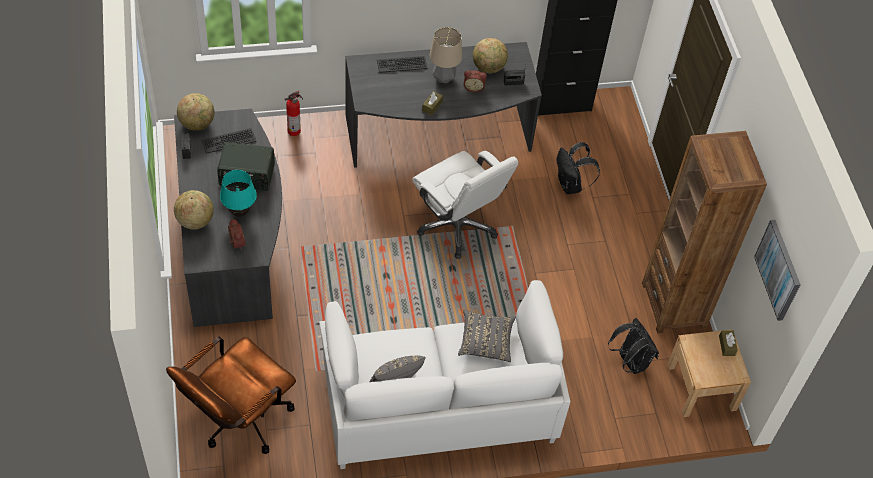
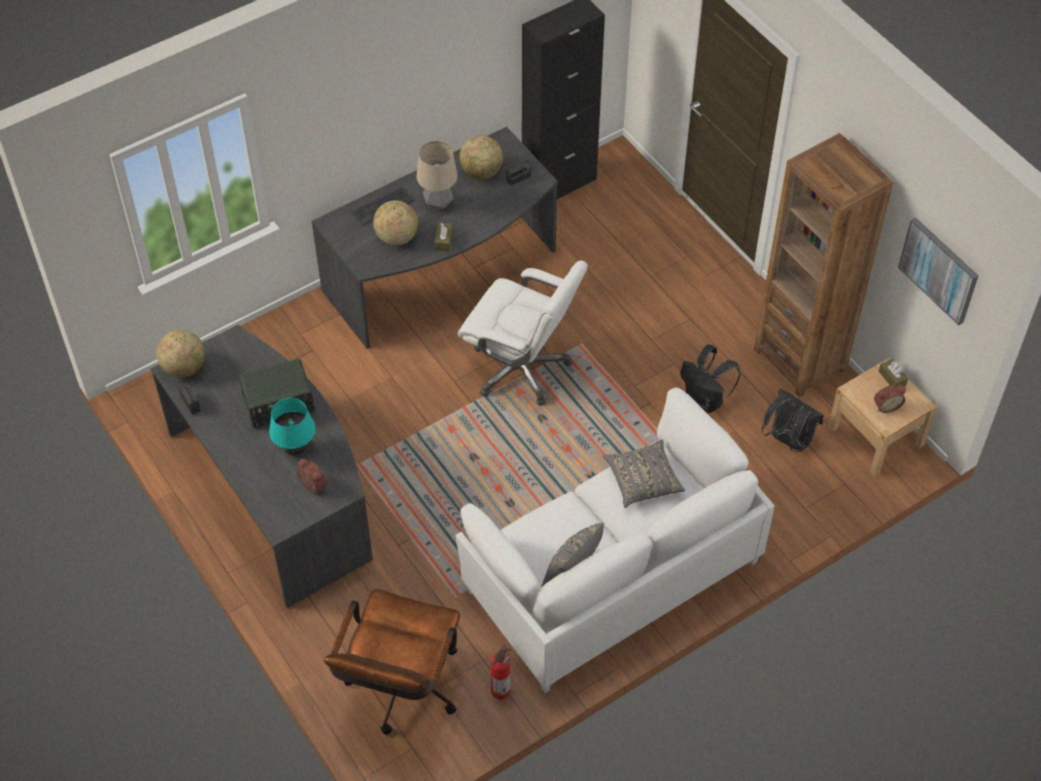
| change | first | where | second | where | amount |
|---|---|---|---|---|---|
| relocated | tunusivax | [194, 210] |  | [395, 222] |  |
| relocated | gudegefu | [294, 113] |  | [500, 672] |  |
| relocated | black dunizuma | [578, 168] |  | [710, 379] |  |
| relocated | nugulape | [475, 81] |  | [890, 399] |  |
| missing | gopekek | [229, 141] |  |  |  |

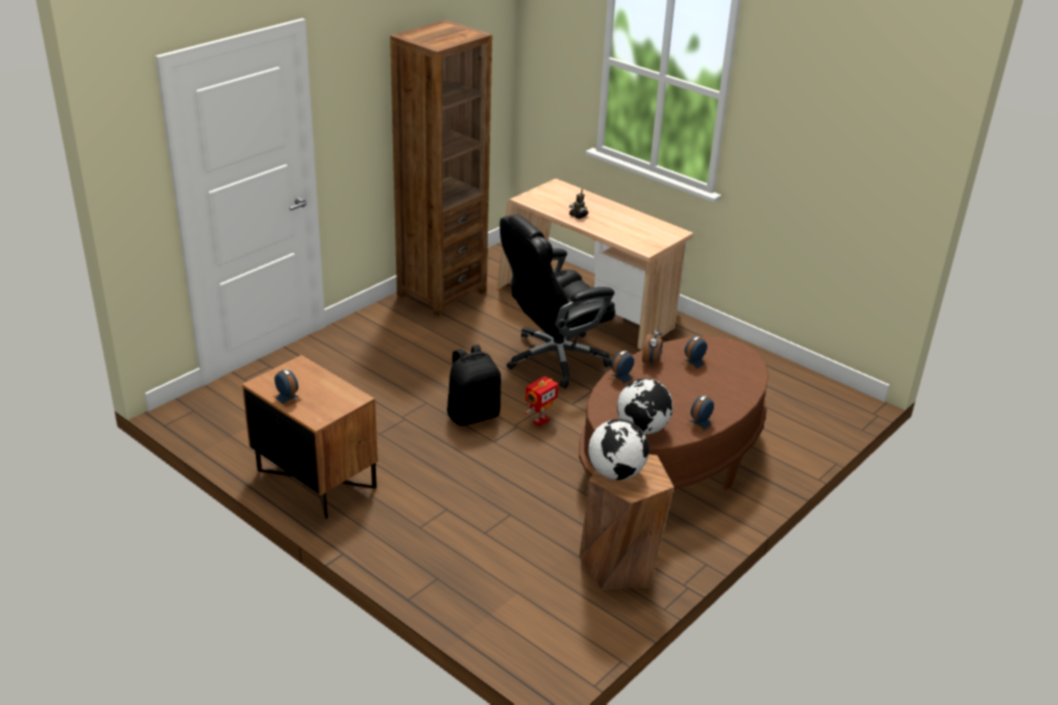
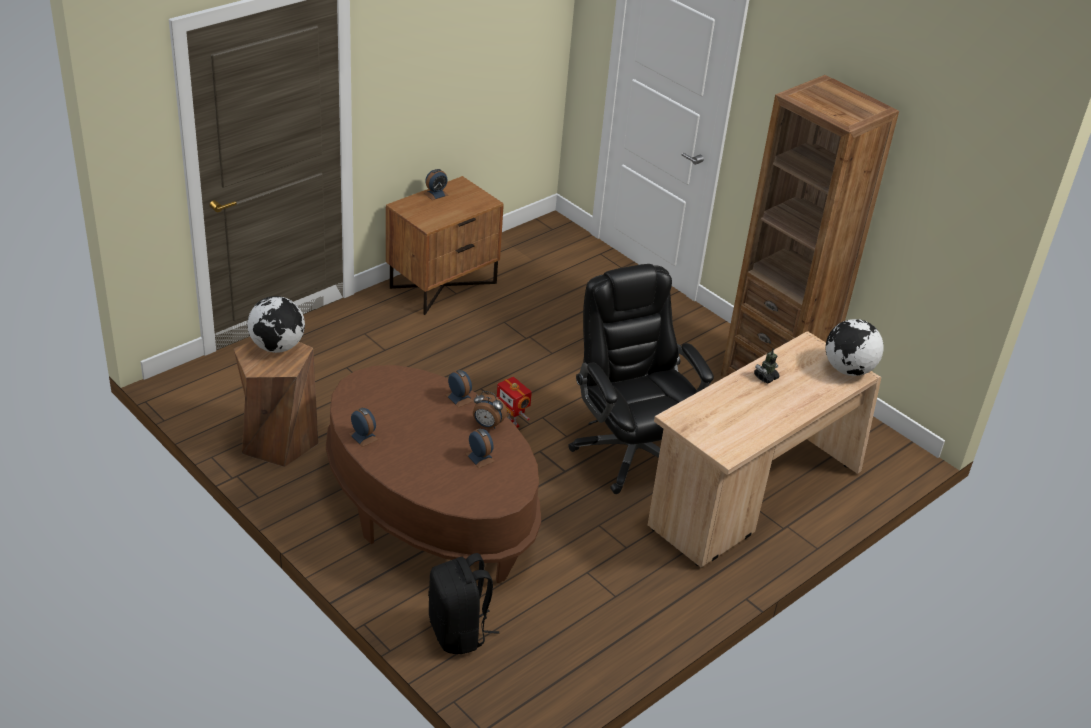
| change | first | where | second | where | amount |
|---|---|---|---|---|---|
| relocated | black dunizuma | [474, 385] |  | [463, 603] |  |
| relocated | tunusivax | [645, 406] |  | [854, 347] |  |

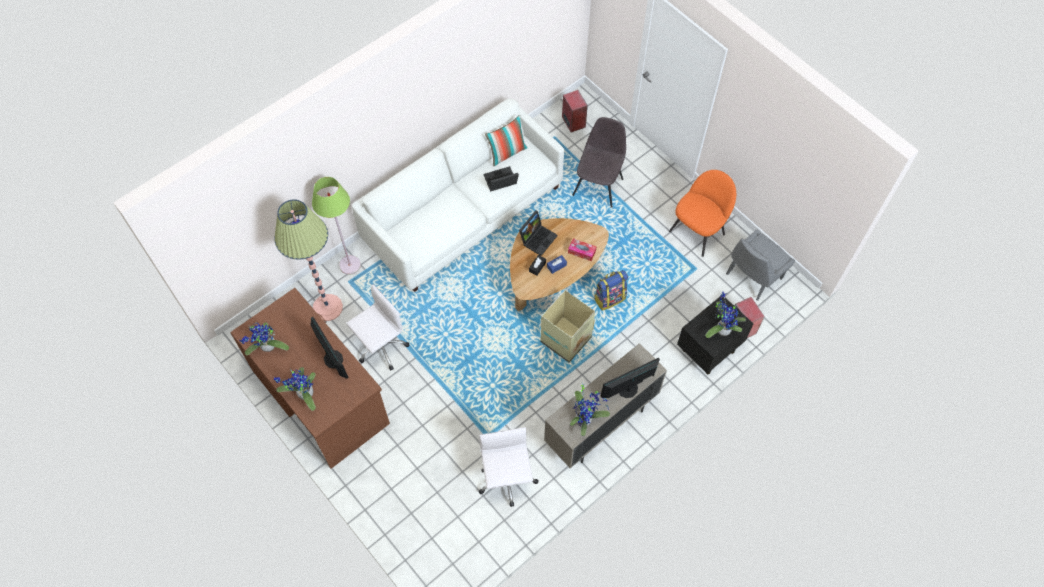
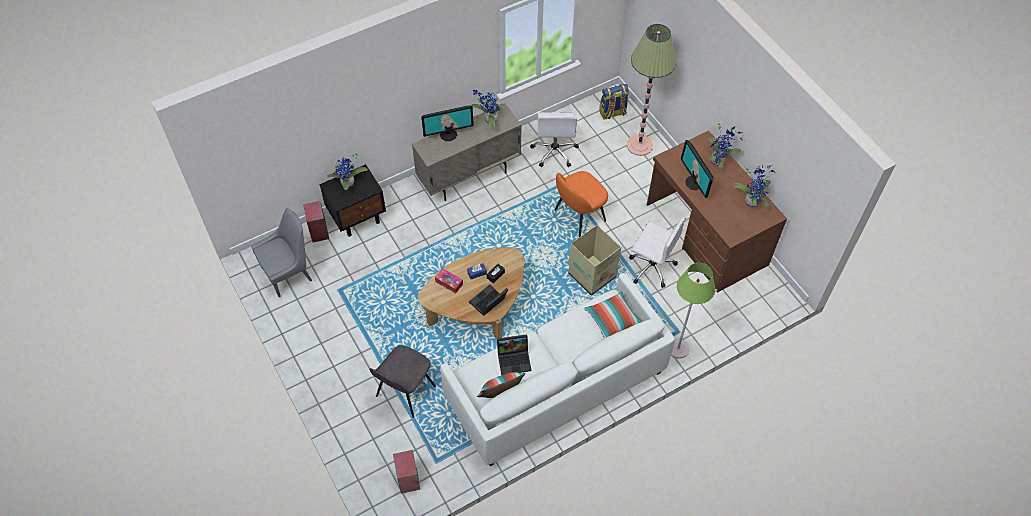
| change | first | where | second | where | amount |
|---|---|---|---|---|---|
| relocated | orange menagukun | [702, 213] |  | [581, 204] |  |
| relocated | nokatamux | [567, 326] |  | [594, 260] |  |
| appeared |  |  | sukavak | [613, 314] |  |
| relocated | dunizuma | [611, 290] |  | [614, 102] |  |
| relocated | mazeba | [308, 260] |  | [652, 90] |  |
| spun | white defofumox | [377, 327] |  | [657, 252] | 120 degrees counterclockwise |

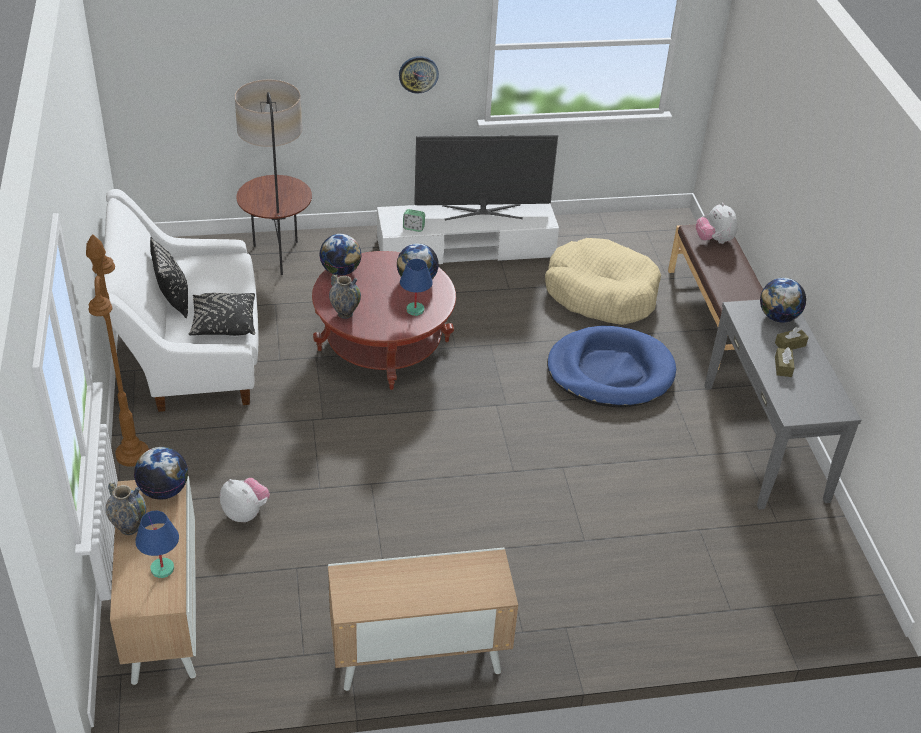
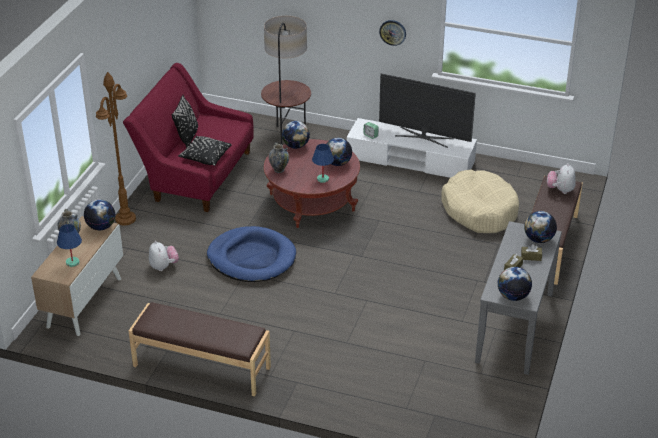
| change | first | where | second | where | amount |
|---|---|---|---|---|---|
| colour | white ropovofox | [181, 300] | red ropovofox | [188, 137] |  |
| exchanged | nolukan | [423, 619] | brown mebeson | [200, 349] |  |
| relocated | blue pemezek | [611, 366] |  | [251, 254] |  |
| appeared |  |  | tunusivax | [515, 284] |  |

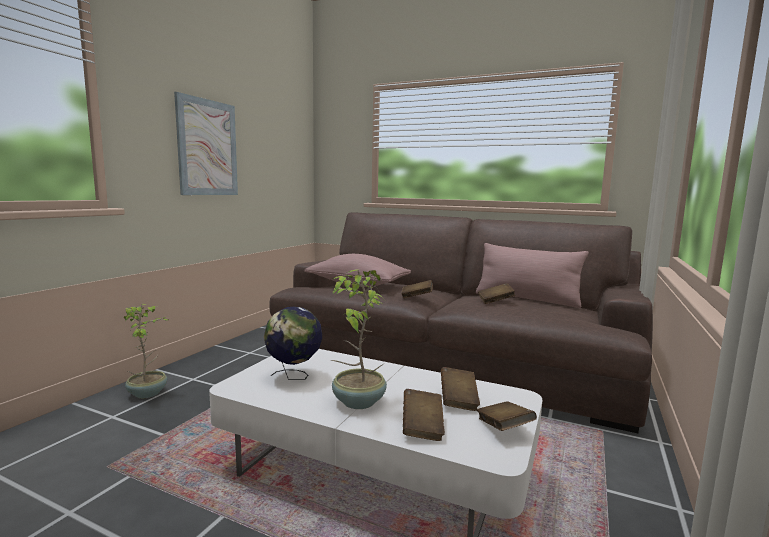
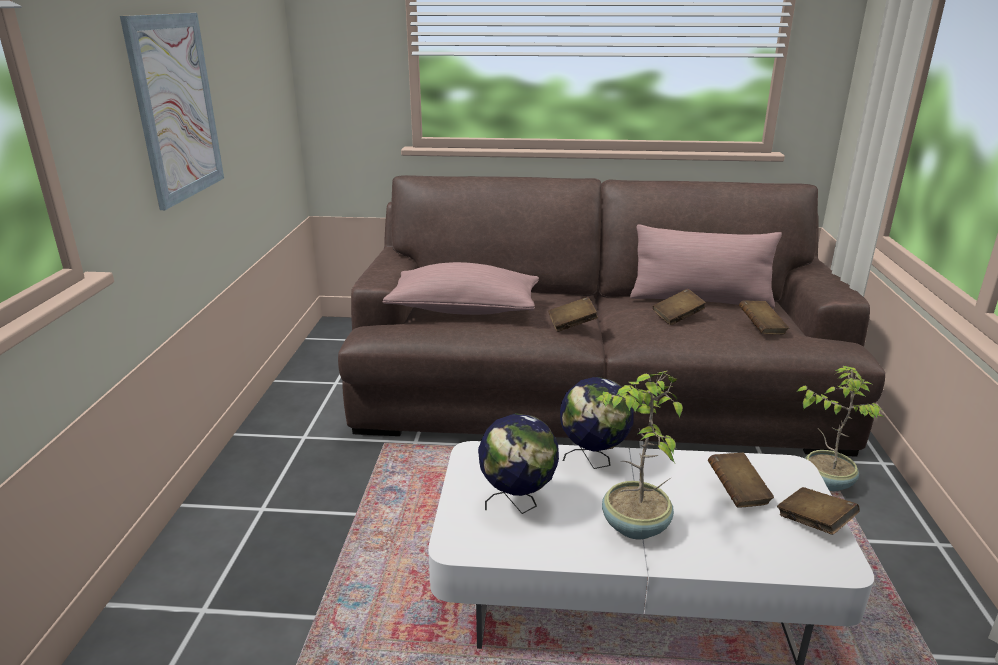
| change | first | where | second | where | amount |
|---|---|---|---|---|---|
| appeared |  |  | tunusivax | [597, 423] |  |
| relocated | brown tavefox | [424, 415] |  | [764, 317] |  |
| relocated | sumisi | [147, 351] |  | [840, 428] |  |

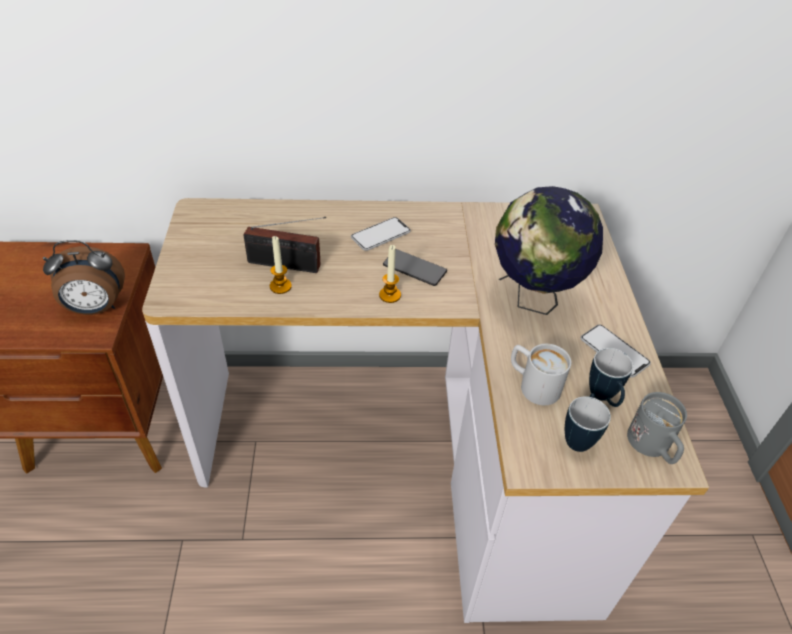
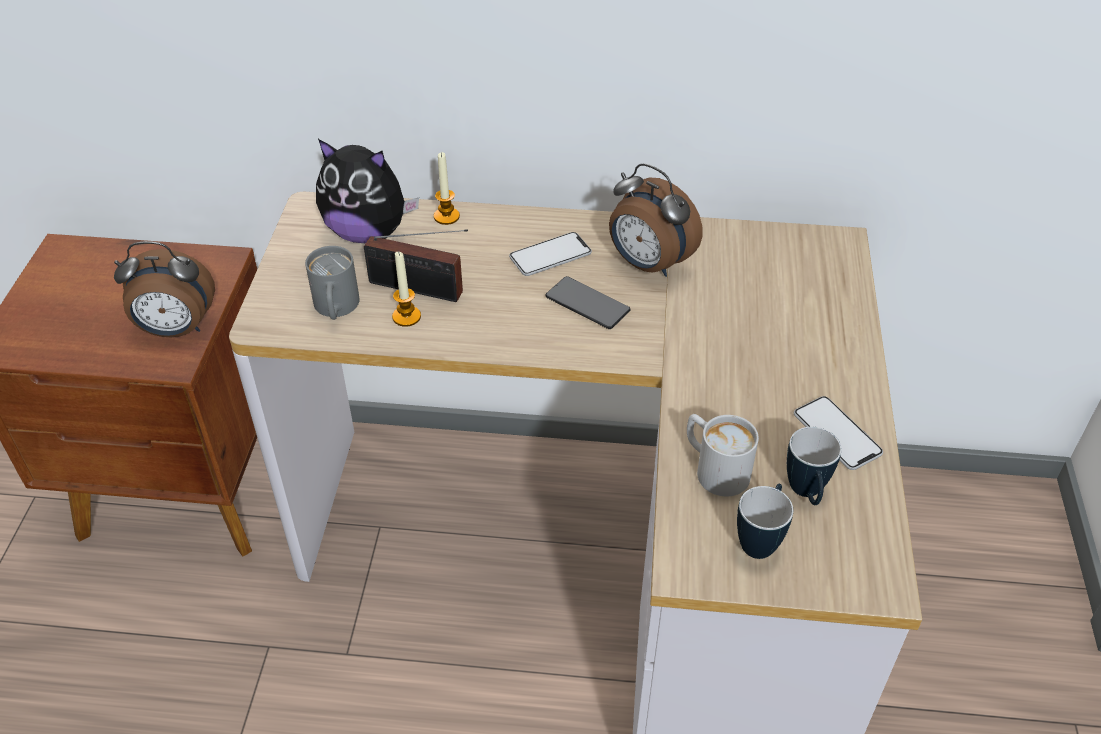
| change | first | where | second | where | amount |
|---|---|---|---|---|---|
| relocated | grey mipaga | [657, 428] |  | [332, 283] |  |
| appeared |  |  | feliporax | [367, 191] |  |
| relocated | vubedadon | [390, 274] |  | [447, 188] |  |
| appeared |  |  | nugulape | [656, 220] |  |
| missing | tunusivax | [549, 250] |  |  |  |

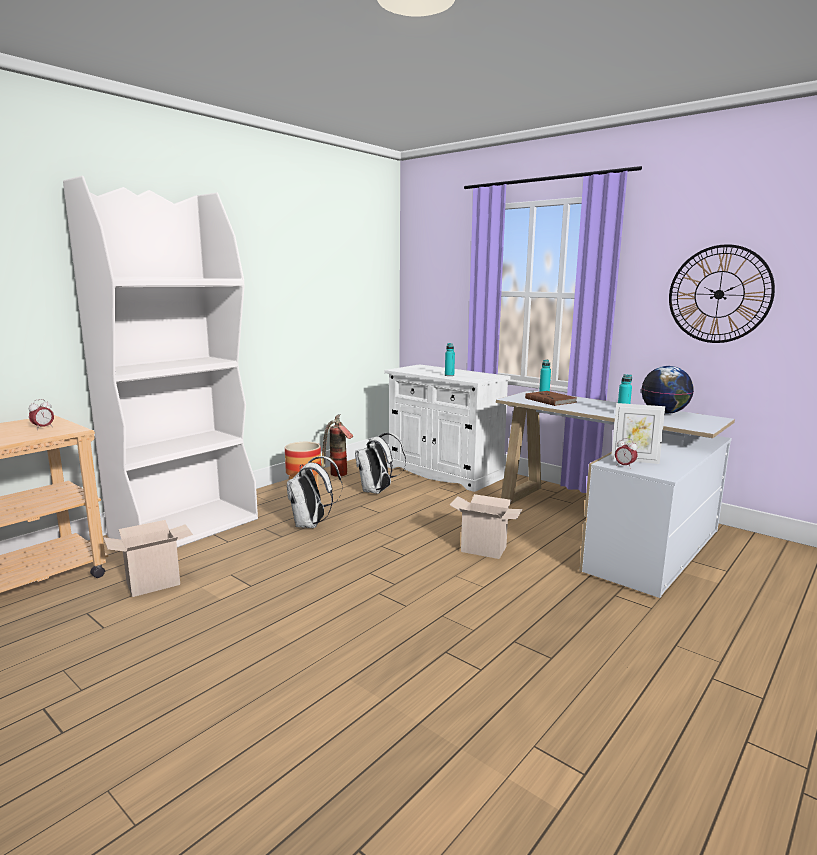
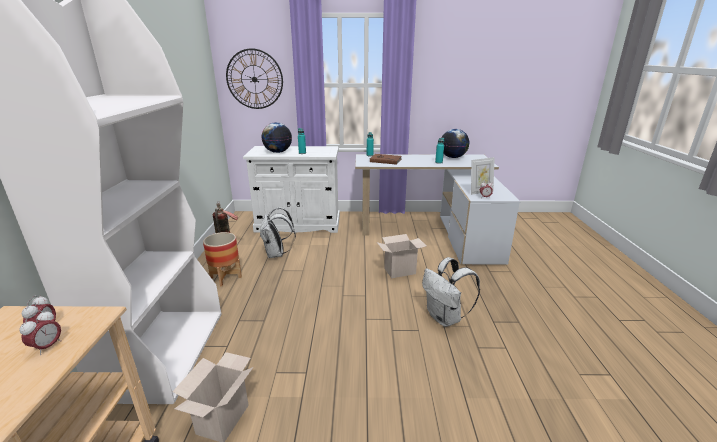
| change | first | where | second | where | amount |
|---|---|---|---|---|---|
| appeared |  |  | nugulape | [40, 332] |  |
| relocated | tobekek | [722, 293] |  | [254, 78] |  |
| appeared |  |  | tunusivax | [276, 137] |  |
| relocated | white dunizuma | [315, 492] |  | [451, 292] |  |

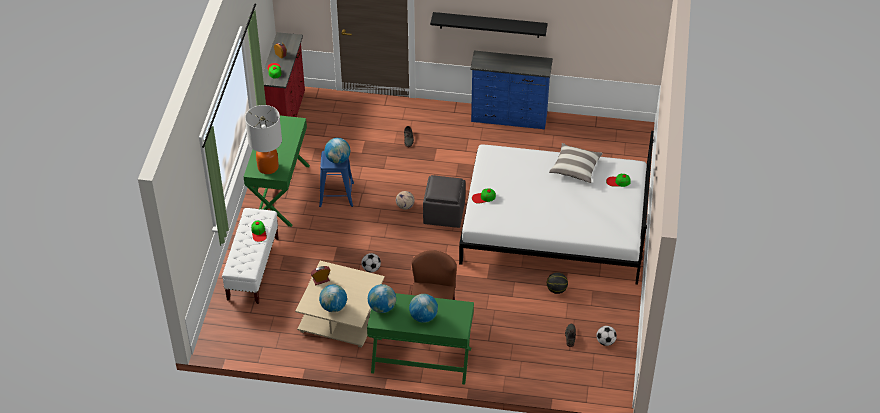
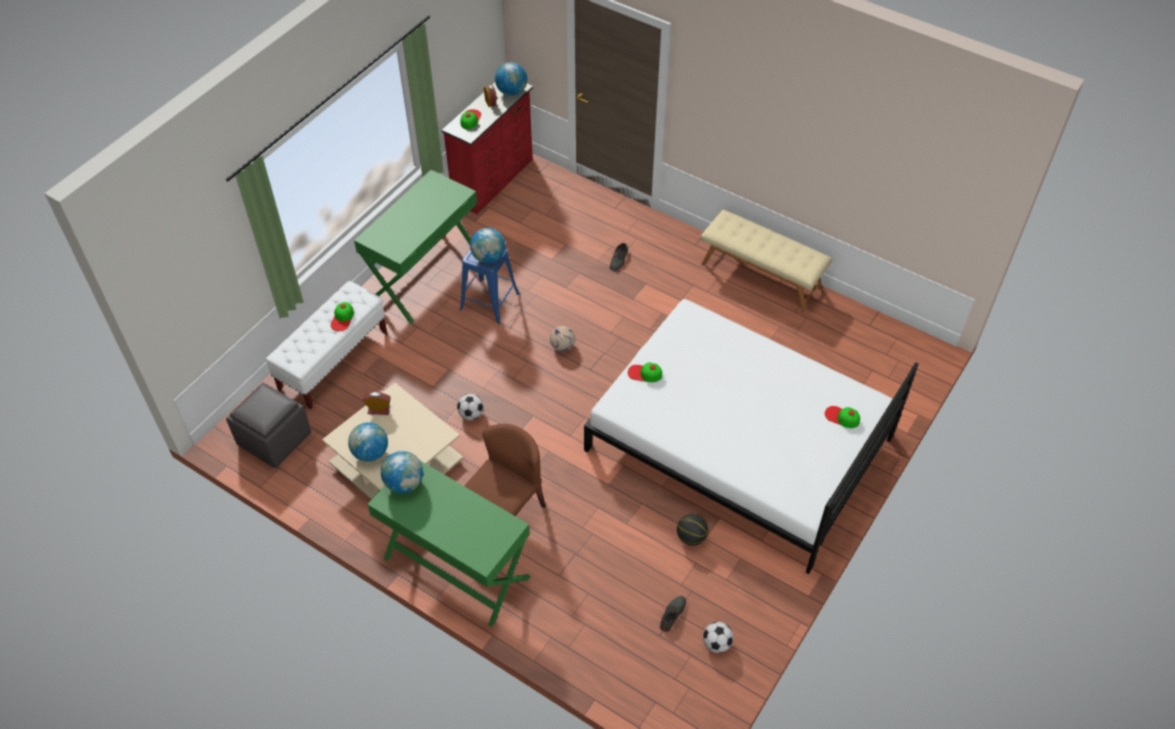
| change | first | where | second | where | amount |
|---|---|---|---|---|---|
| relocated | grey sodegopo | [444, 201] |  | [268, 425] |  |
| relocated | tunusivax | [423, 308] |  | [511, 79] |  |
| exchanged | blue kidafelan | [511, 89] | beige mebeson | [766, 261] |  |
| missing | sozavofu | [263, 139] |  |  |  |
| missing | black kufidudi | [488, 25] |  |  |  |
| missing | sukavak | [576, 163] |  |  |  |

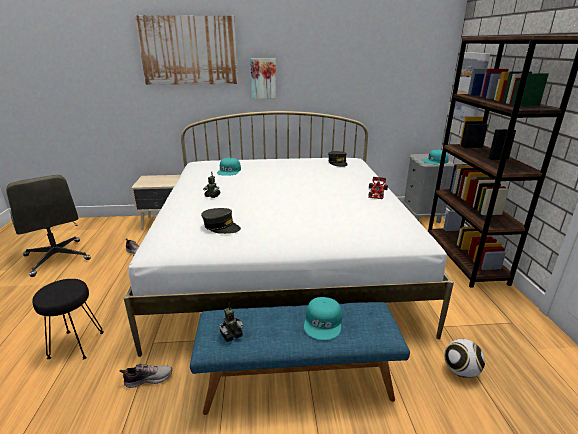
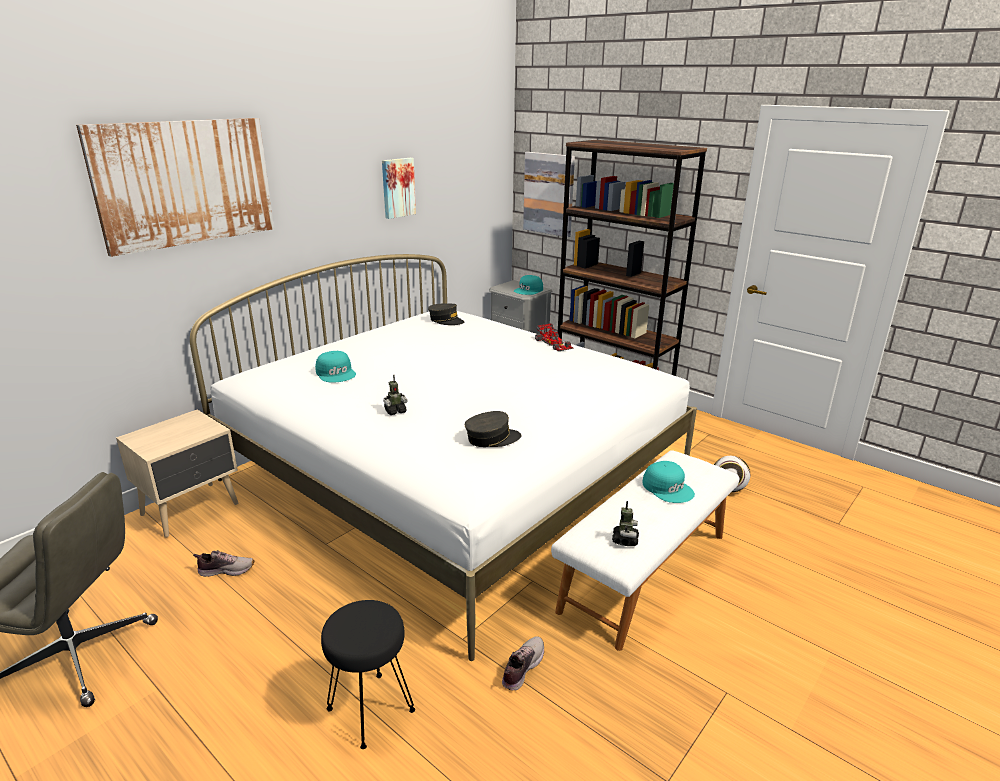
| change | first | where | second | where | amount |
|---|---|---|---|---|---|
| relocated | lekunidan | [263, 78] |  | [399, 188] |  |
| colour | blue mebeson | [300, 358] | white mebeson | [645, 550] |  |

